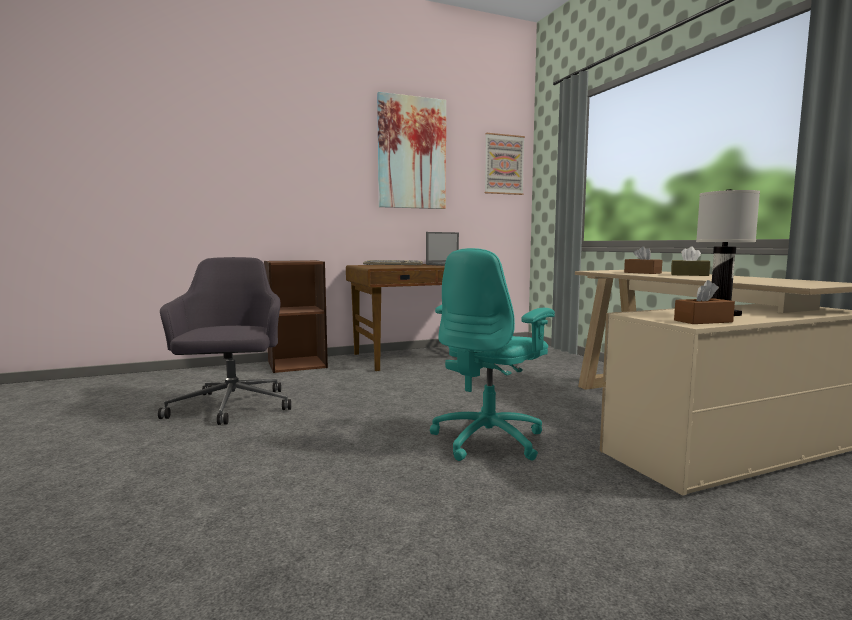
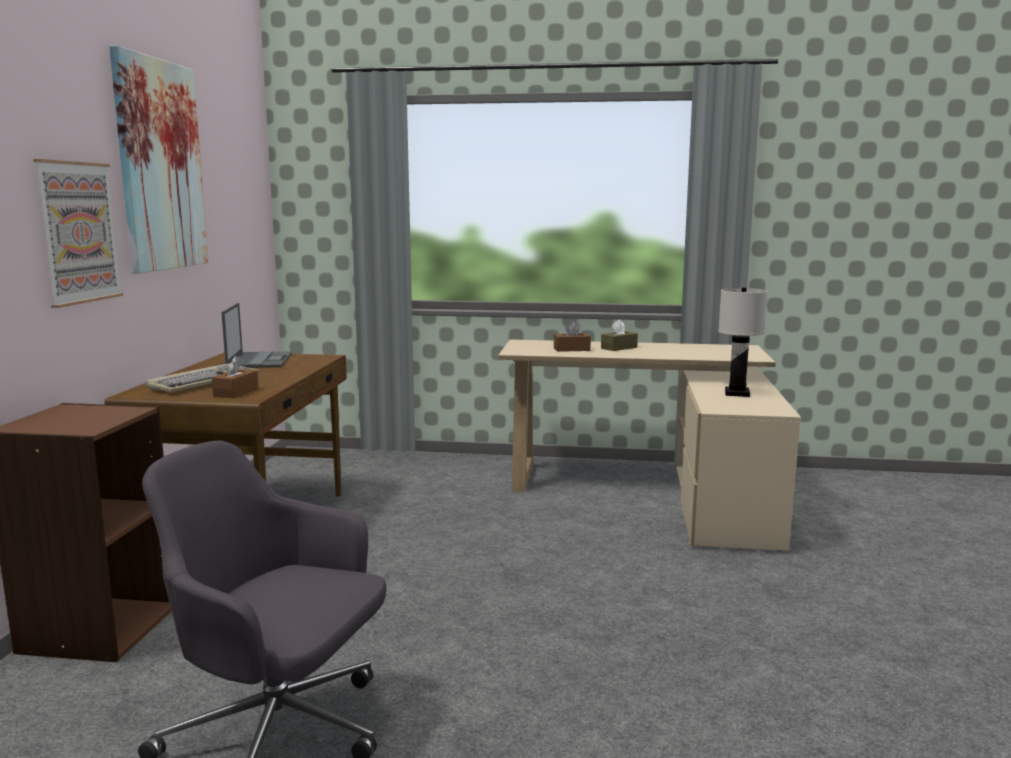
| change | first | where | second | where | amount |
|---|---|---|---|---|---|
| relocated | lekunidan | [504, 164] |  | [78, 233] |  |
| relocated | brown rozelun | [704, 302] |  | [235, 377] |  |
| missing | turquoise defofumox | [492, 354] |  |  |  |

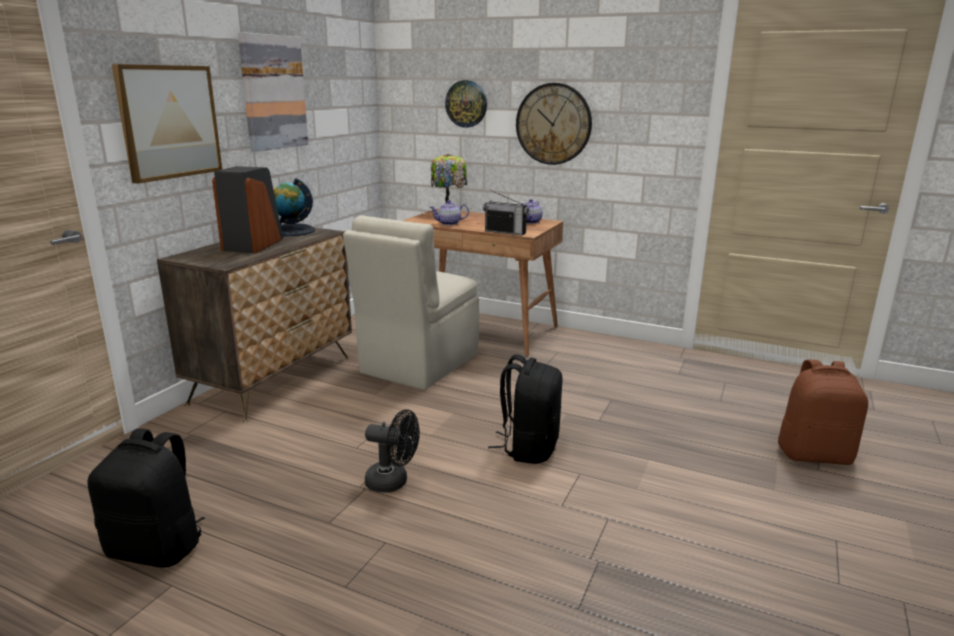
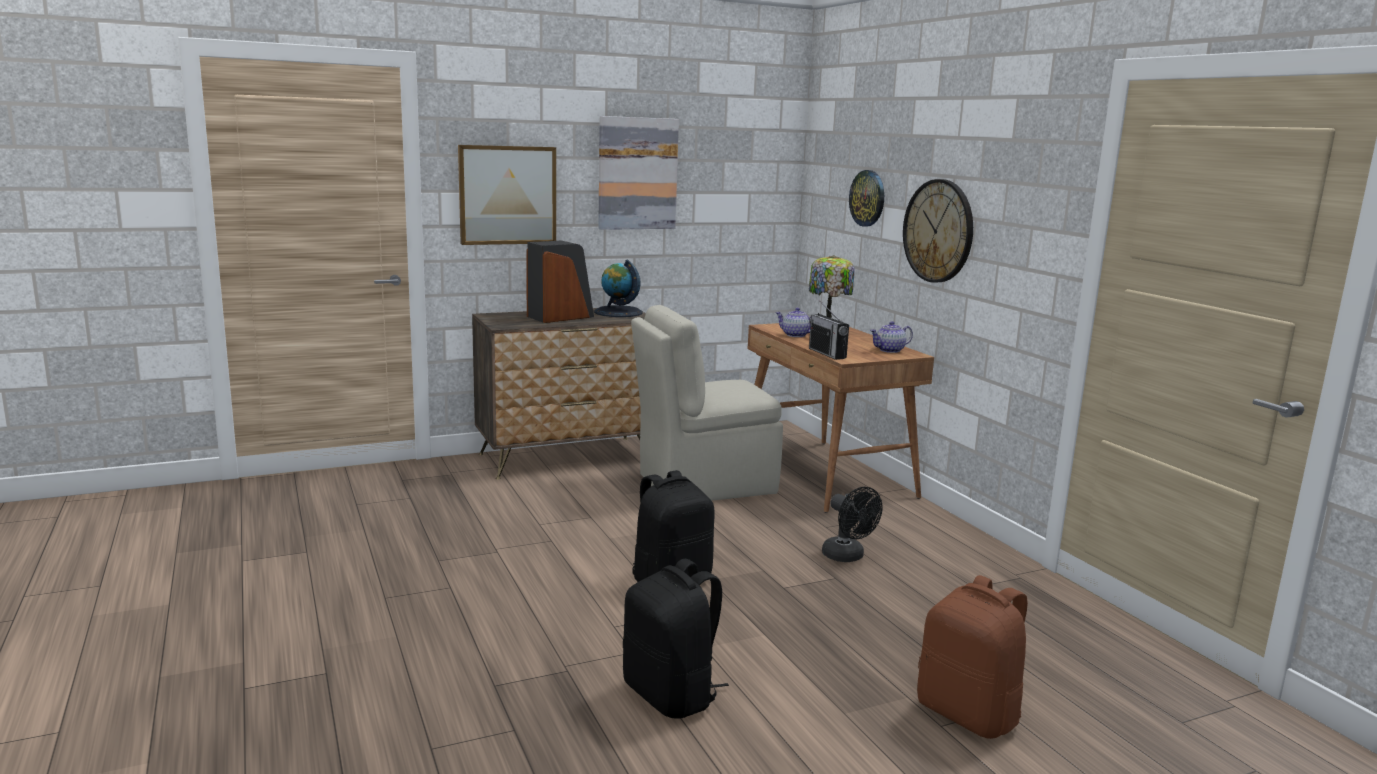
| change | first | where | second | where | amount |
|---|---|---|---|---|---|
| relocated | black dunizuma | [146, 498] |  | [676, 639] |  |
| relocated | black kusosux | [392, 451] |  | [852, 524] |  |

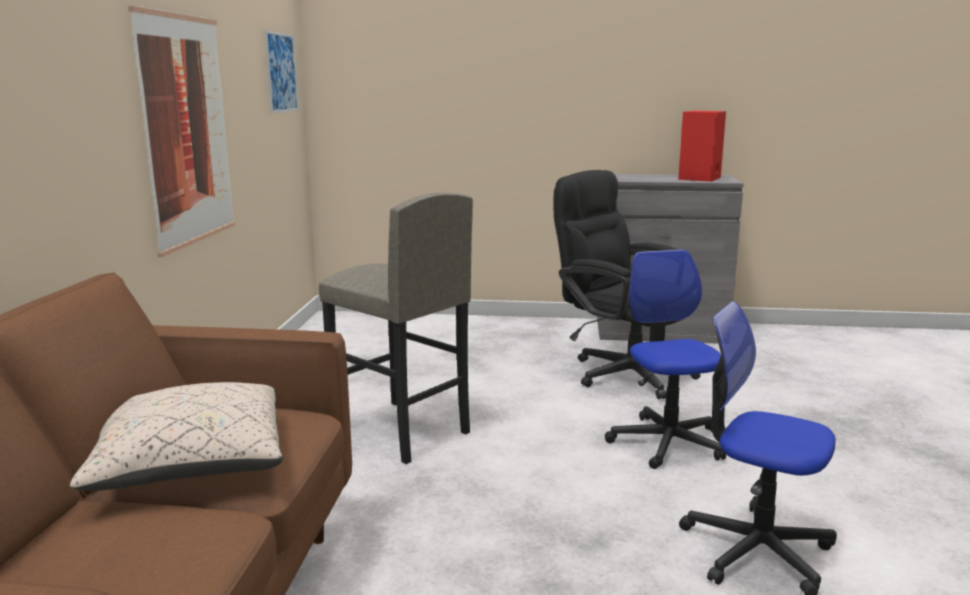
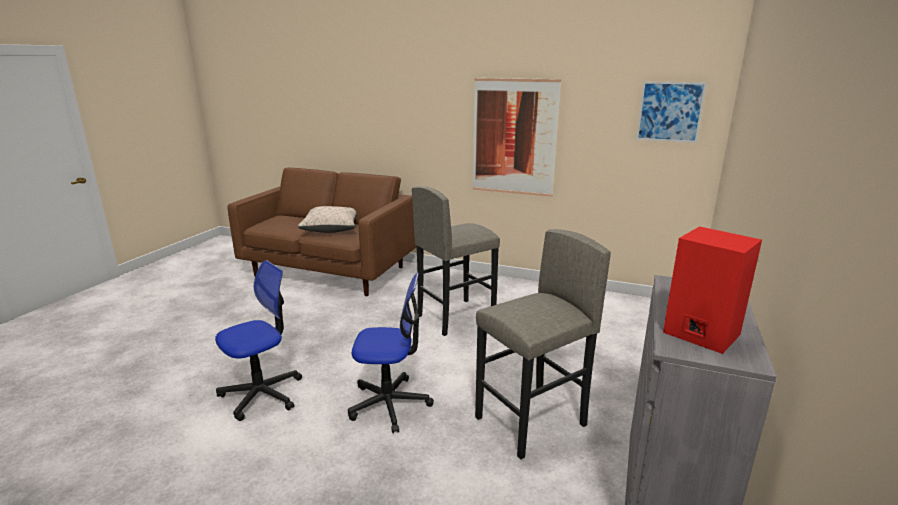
| change | first | where | second | where | amount |
|---|---|---|---|---|---|
| exchanged | black defofumox | [627, 284] | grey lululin | [543, 344] |  |

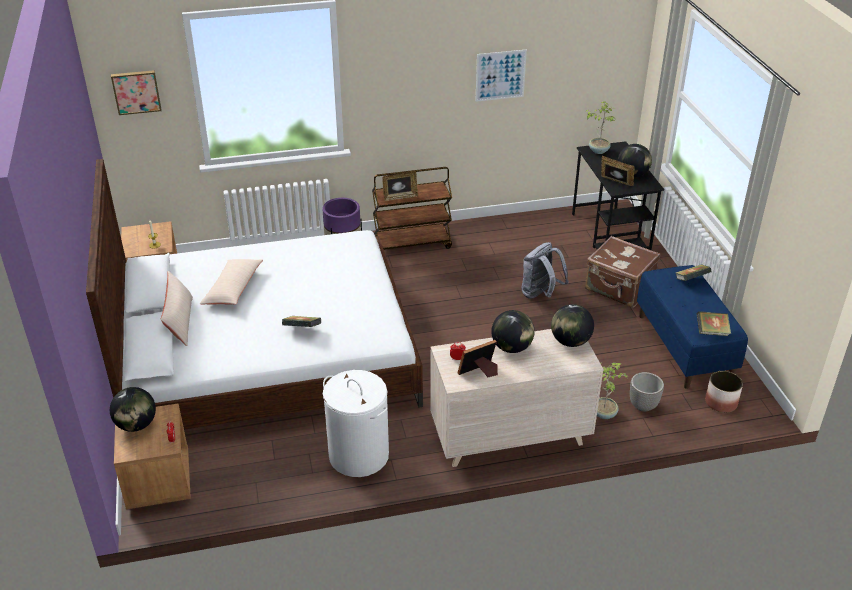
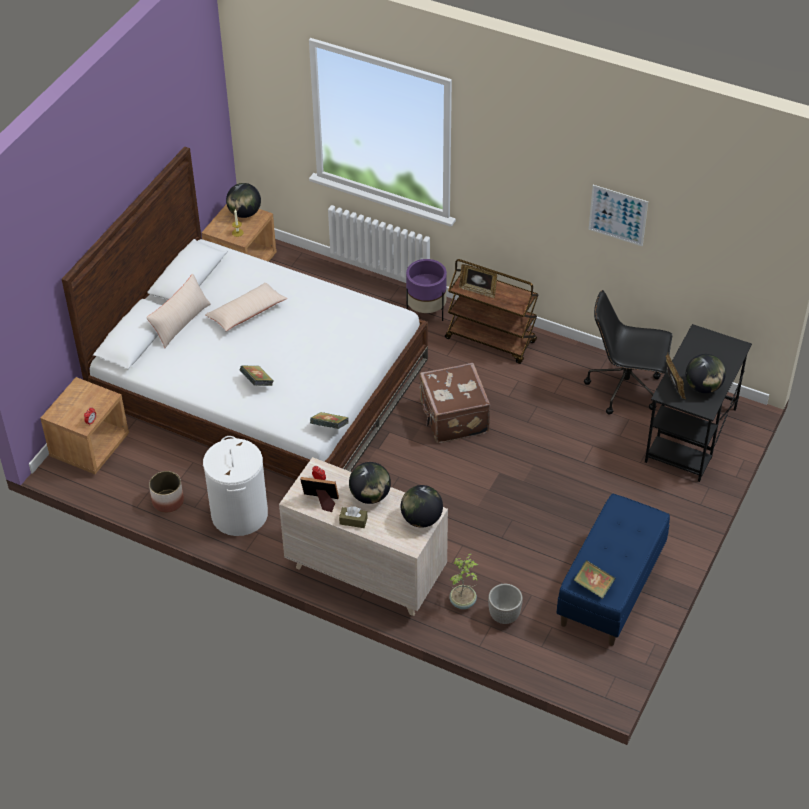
| change | first | where | second | where | amount |
|---|---|---|---|---|---|
| relocated | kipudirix | [724, 392] |  | [166, 492] |  |
| relocated | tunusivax | [133, 409] |  | [243, 200] |  |
| relocated | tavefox | [694, 272] |  | [329, 420] |  |
| appeared |  |  | brown rozelun | [353, 517] |  |
| relocated | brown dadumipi | [622, 272] |  | [454, 403] |  |
| appeared |  |  | black defofumox | [628, 352] |  |
| missing | lekunidan | [136, 92] |  |  |  |
| missing | grey dunizuma | [545, 270] |  |  |  |
| missing | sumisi | [600, 127] |  |  |  |

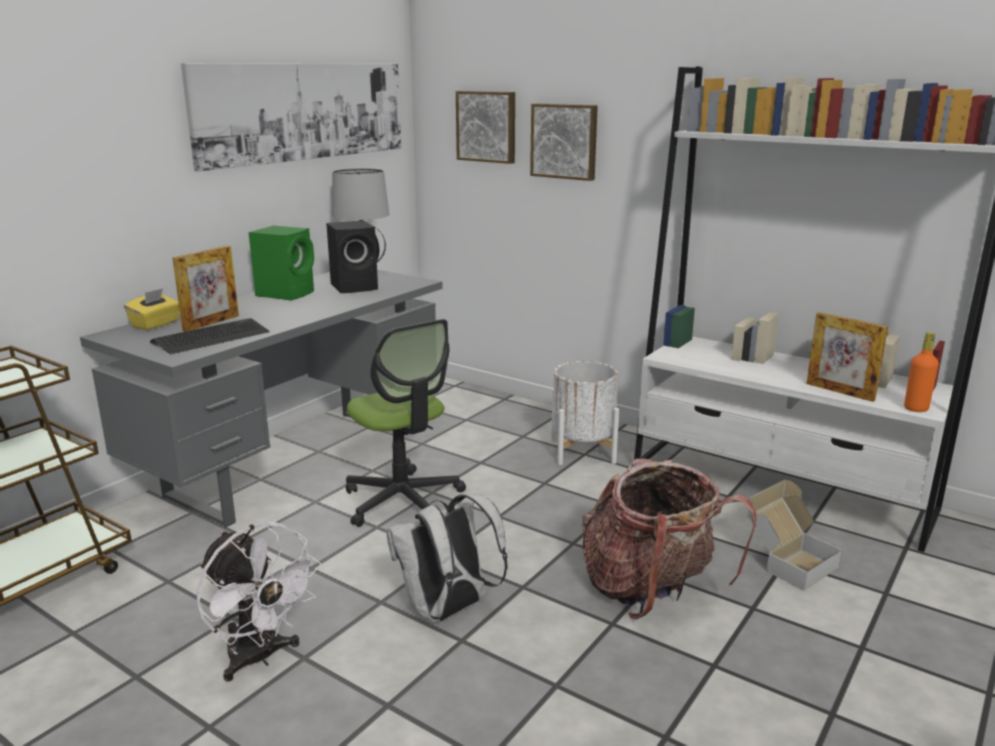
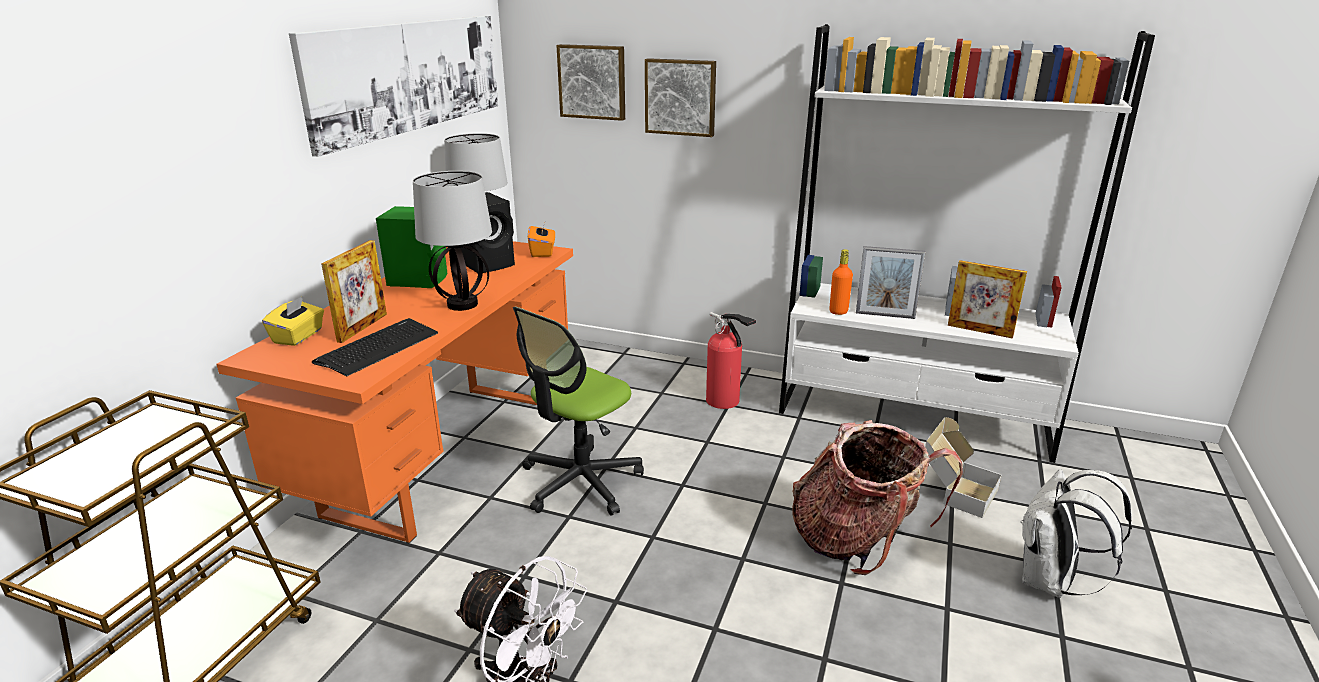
| change | first | where | second | where | amount |
|---|---|---|---|---|---|
| colour | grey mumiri | [261, 398] | orange mumiri | [394, 392] |  |
| appeared |  |  | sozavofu | [452, 241] |  |
| spun | defofumox | [406, 423] |  | [578, 411] | 90 degrees clockwise |
| appeared |  |  | orange rozelun | [541, 238] |  |
| exchanged | white kipudirix | [585, 413] | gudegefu | [731, 360] |  |
| relocated | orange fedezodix | [921, 372] |  | [841, 282] |  |
| appeared |  |  | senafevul | [890, 282] |  |
| relocated | white dunizuma | [447, 558] |  | [1076, 533] |  |

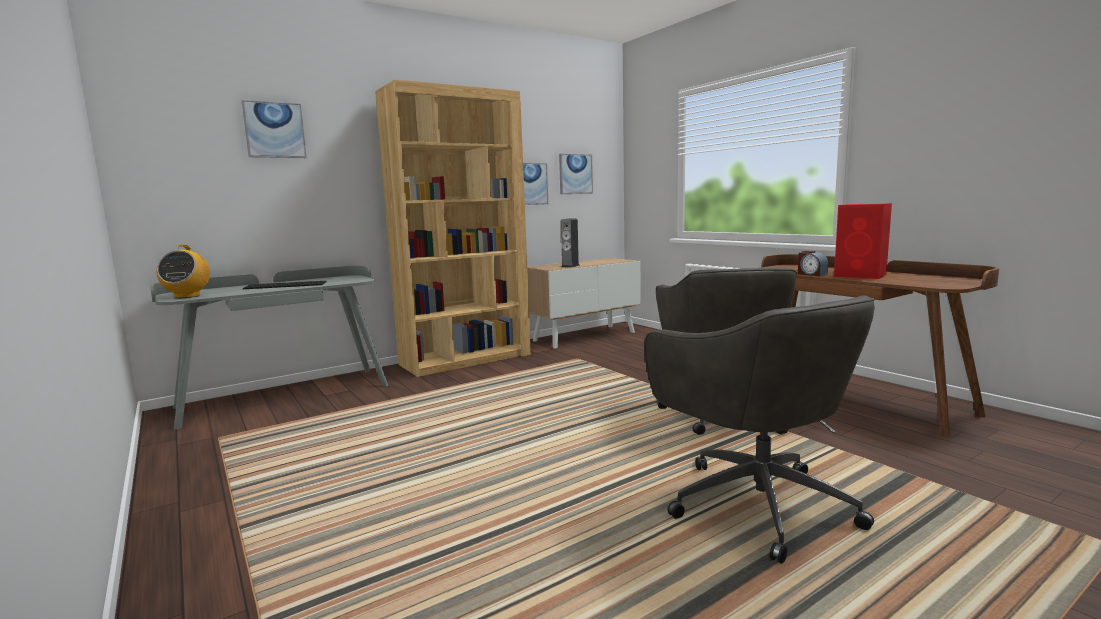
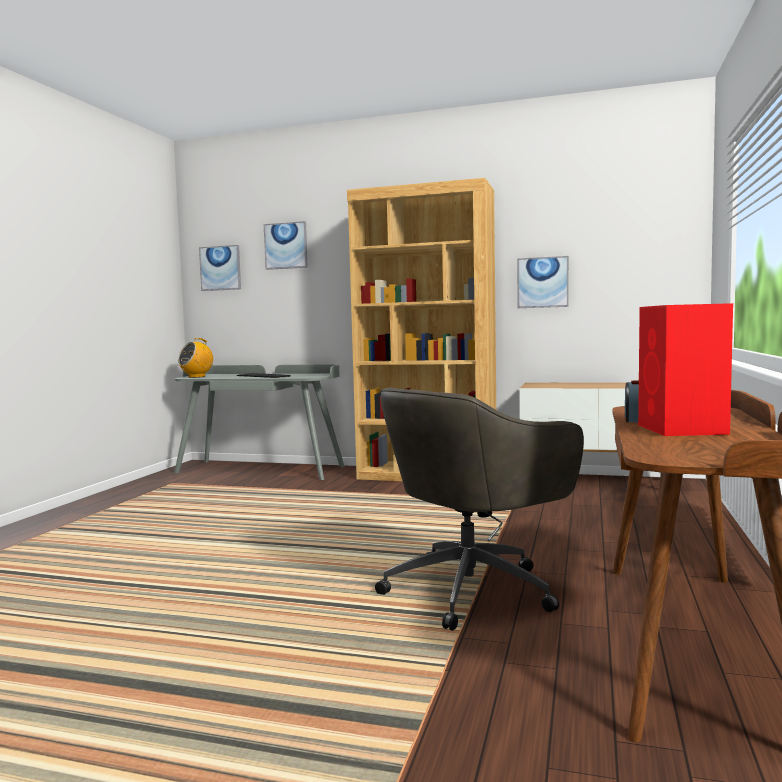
| change | first | where | second | where | amount |
|---|---|---|---|---|---|
| relocated | lekunidan | [576, 174] |  | [220, 268] |  |
| missing | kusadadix | [570, 243] |  |  |  |
| missing | grey defofumox | [759, 429] |  |  |  |

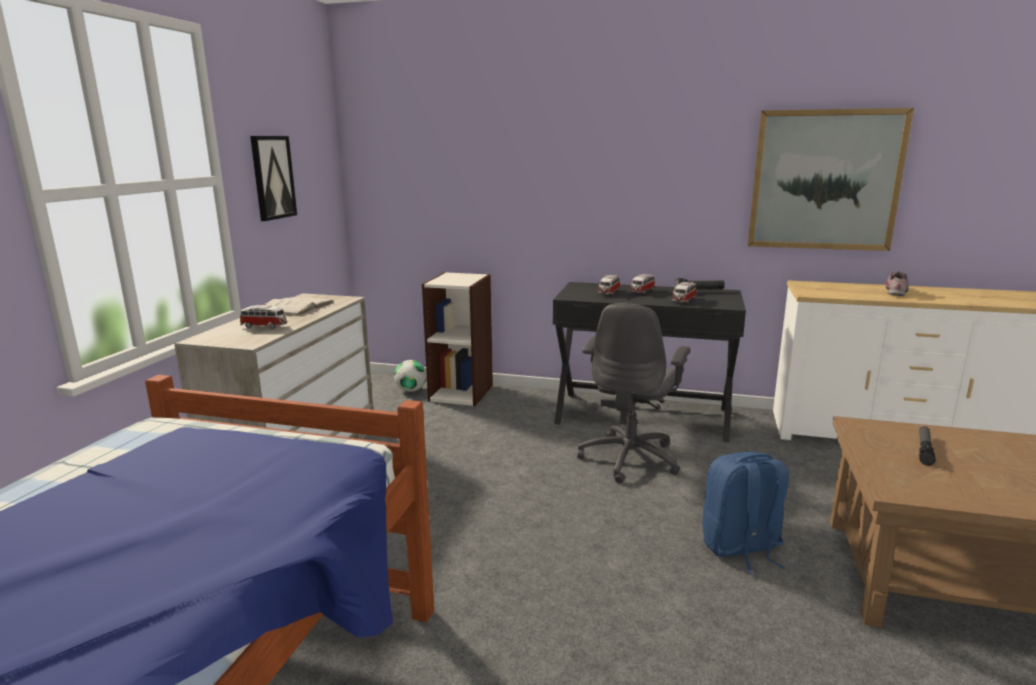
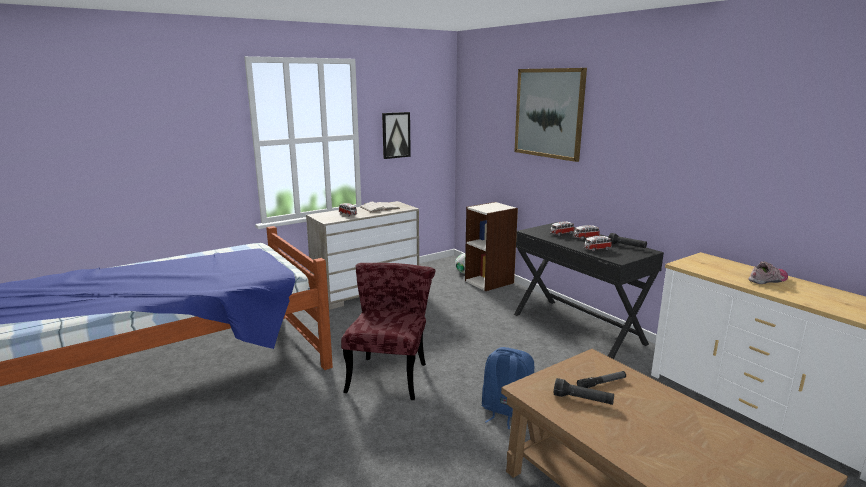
| change | first | where | second | where | amount |
|---|---|---|---|---|---|
| appeared |  |  | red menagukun | [388, 331] |  |
| relocated | lekunidan | [831, 179] |  | [550, 115] |  |
| appeared |  |  | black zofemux | [584, 391] |  |
| missing | grey defofumox | [634, 393] |  |  |  |

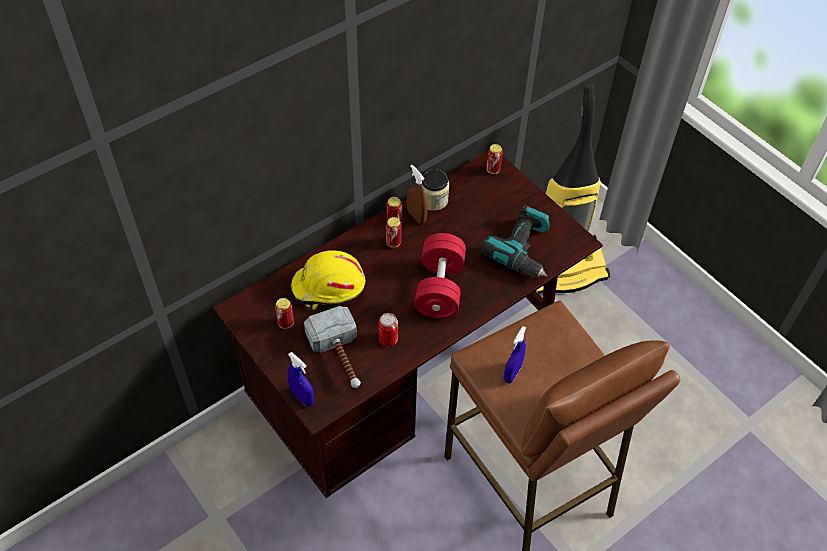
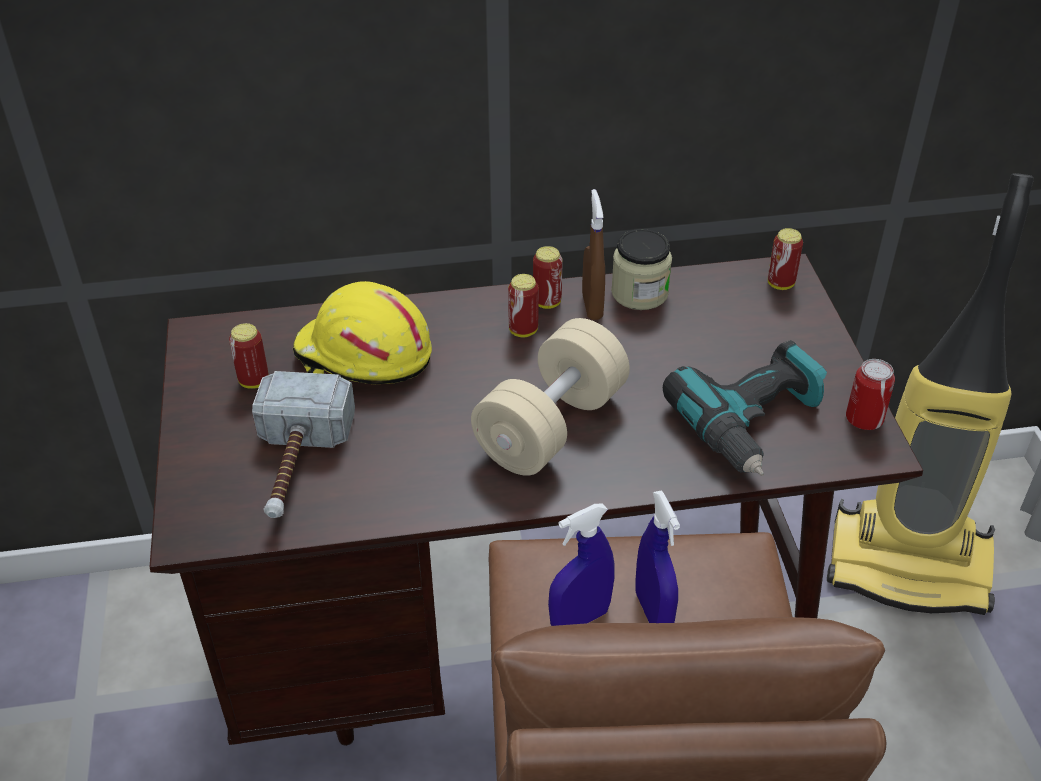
| change | first | where | second | where | amount |
|---|---|---|---|---|---|
| colour | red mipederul | [440, 276] | beige mipederul | [550, 396] |  |
| relocated | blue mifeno | [300, 379] |  | [657, 557] |  |
| relocated | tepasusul | [388, 329] |  | [870, 394] |  |

